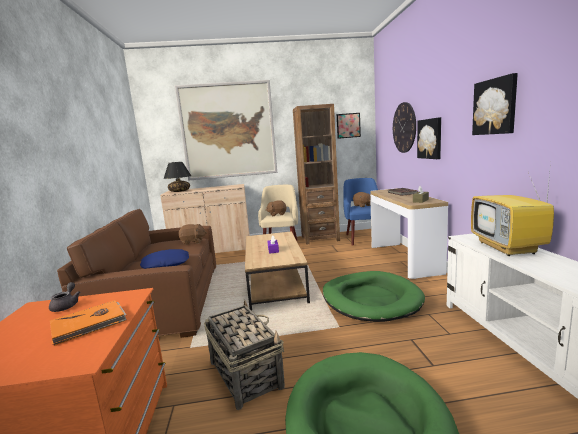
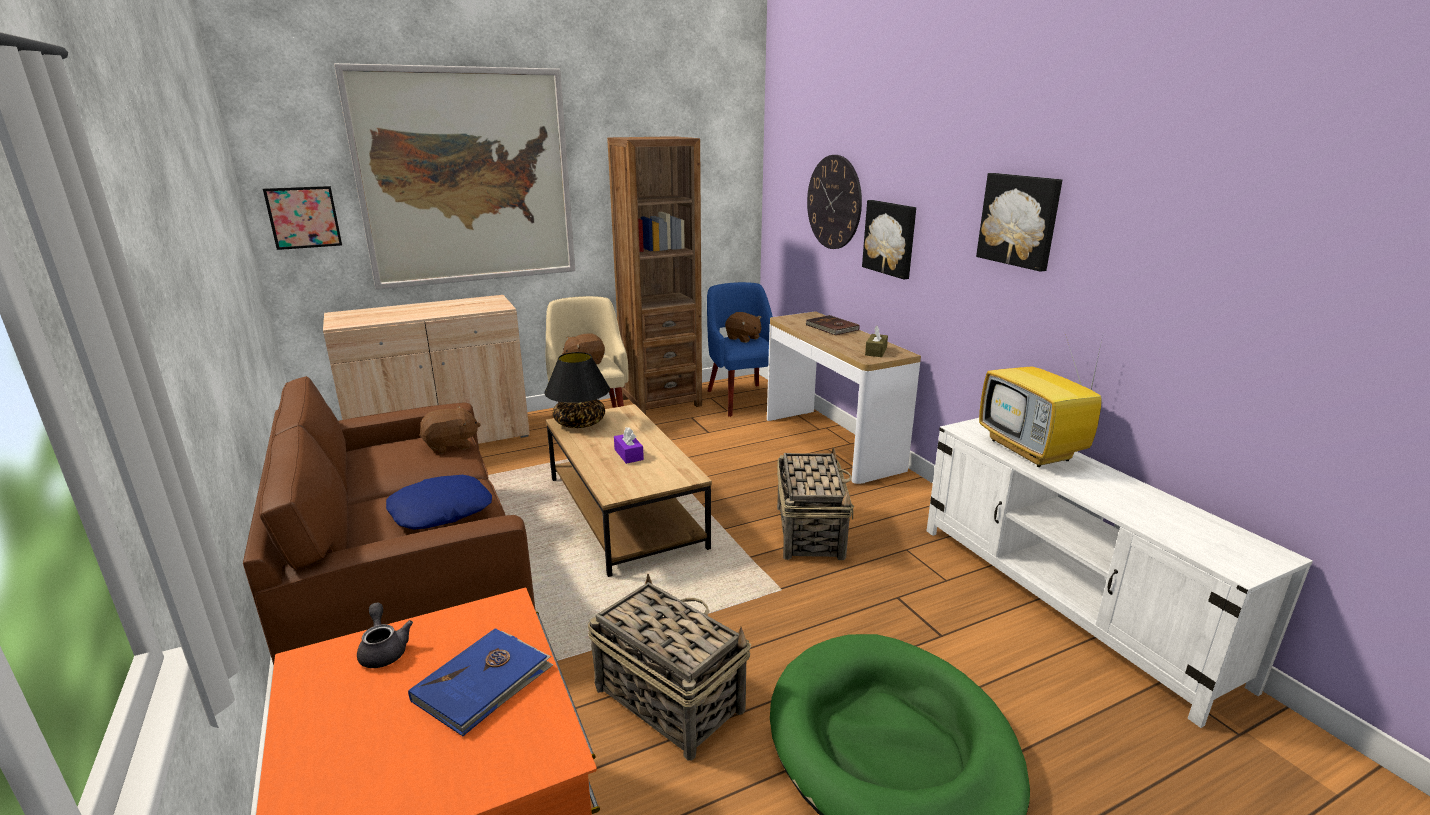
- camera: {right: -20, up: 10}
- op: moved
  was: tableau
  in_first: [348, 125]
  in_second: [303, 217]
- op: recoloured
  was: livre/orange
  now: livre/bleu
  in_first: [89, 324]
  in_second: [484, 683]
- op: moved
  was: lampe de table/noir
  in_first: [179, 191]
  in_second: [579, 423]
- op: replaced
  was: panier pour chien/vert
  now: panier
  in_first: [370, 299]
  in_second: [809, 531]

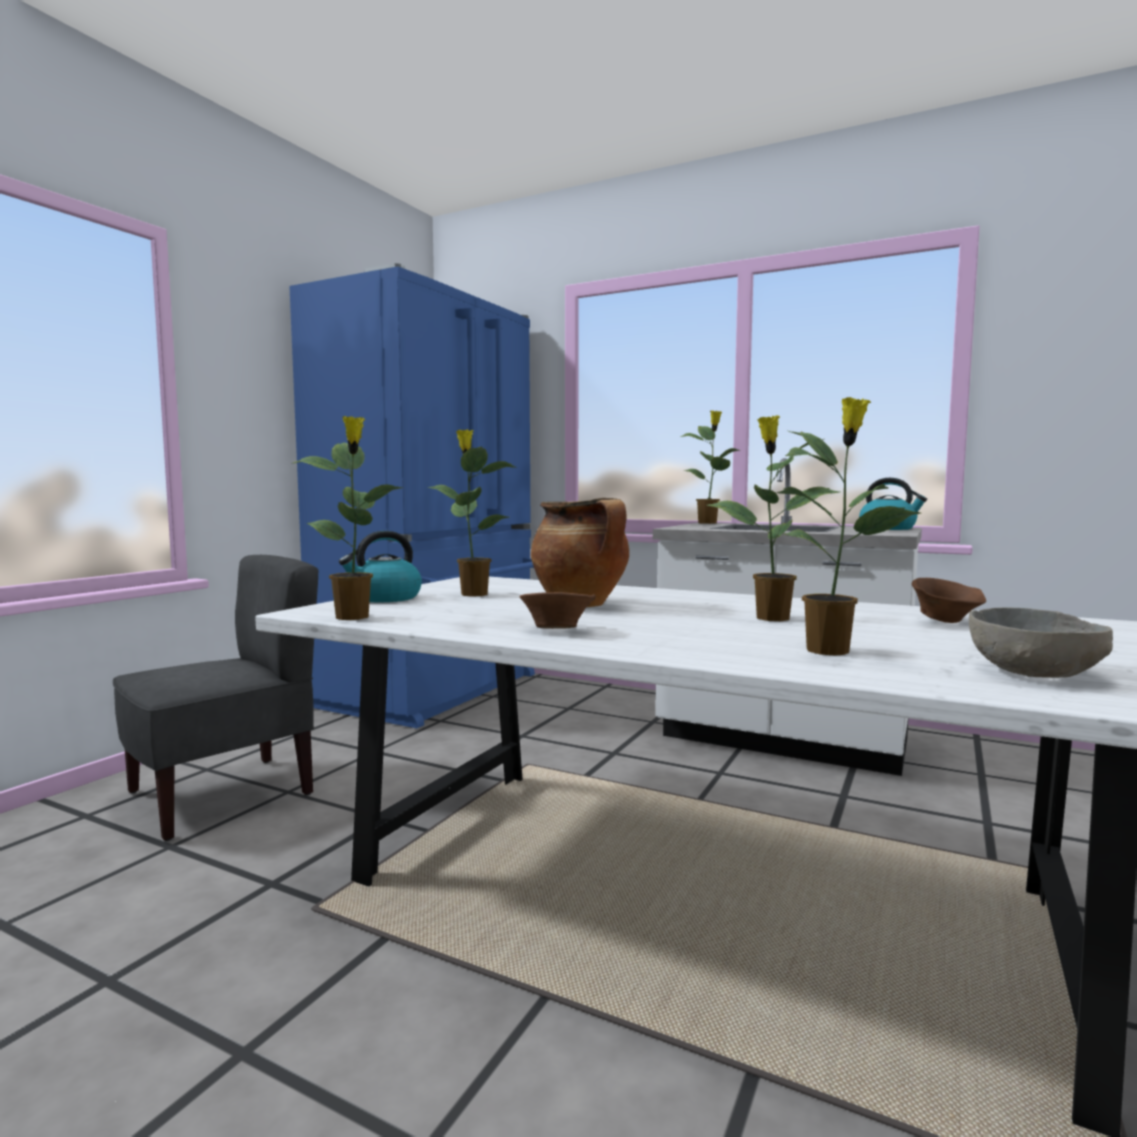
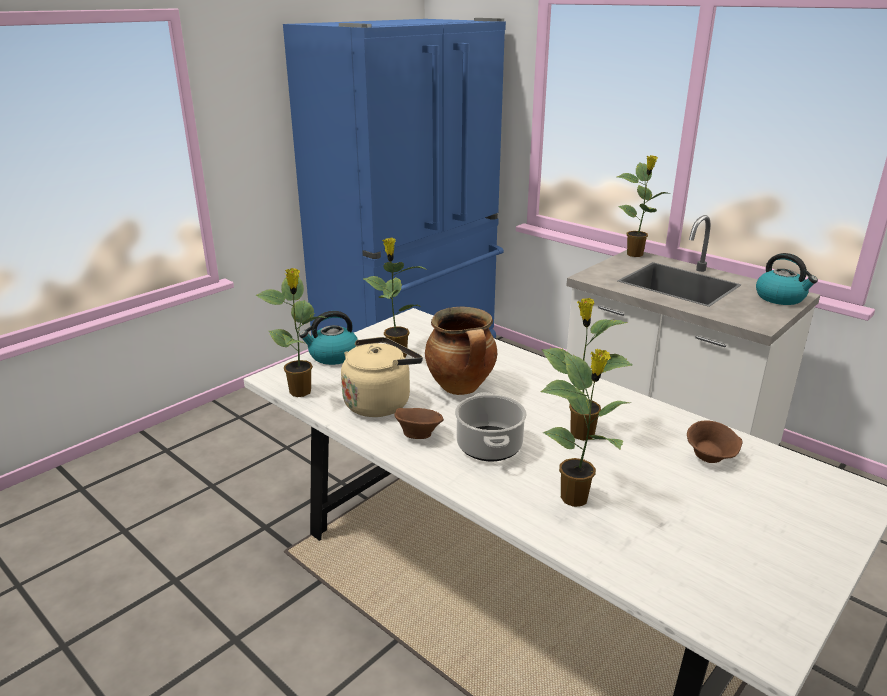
- camera: {right: 15, up: 20}
- op: added
  now: bouilloire/beige
  in_second: [380, 402]
- op: added
  now: marmite
  in_second: [490, 447]
- op: removed
  was: chaise/gris
  in_first: [222, 794]
- op: removed
  was: bol/gris
  in_first: [1035, 672]

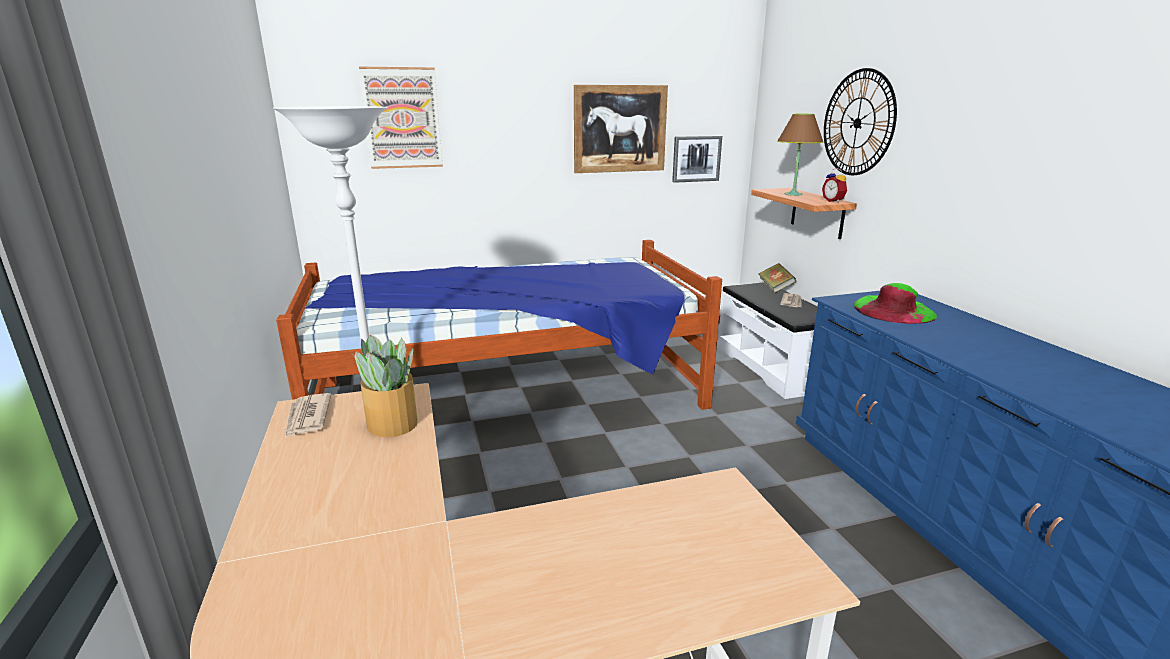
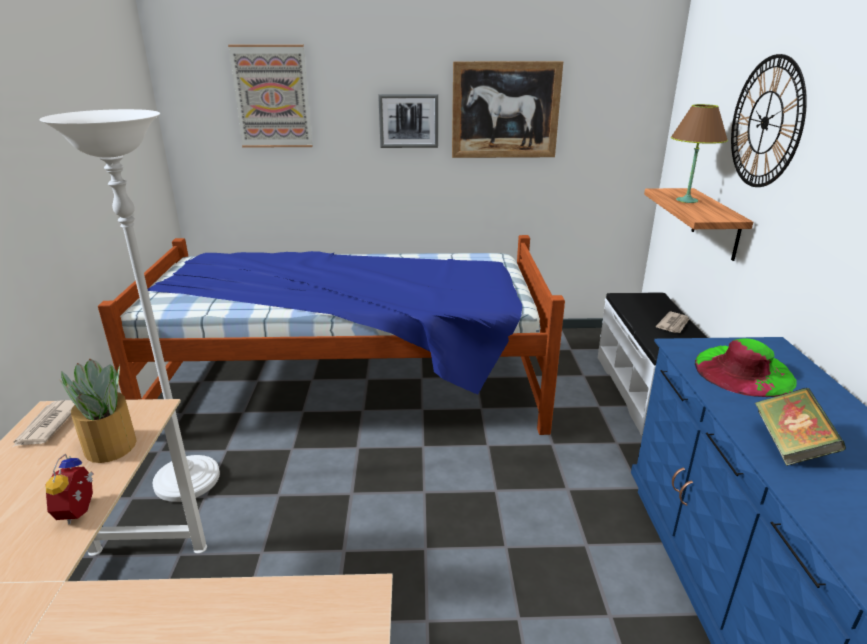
- camera: {right: 15, up: 5}
- op: moved
  was: réveil
  in_first: [834, 201]
  in_second: [81, 511]
- op: moved
  was: tableau
  in_first: [696, 158]
  in_second: [408, 121]
- op: moved
  was: livre
  in_first: [775, 288]
  in_second: [790, 445]

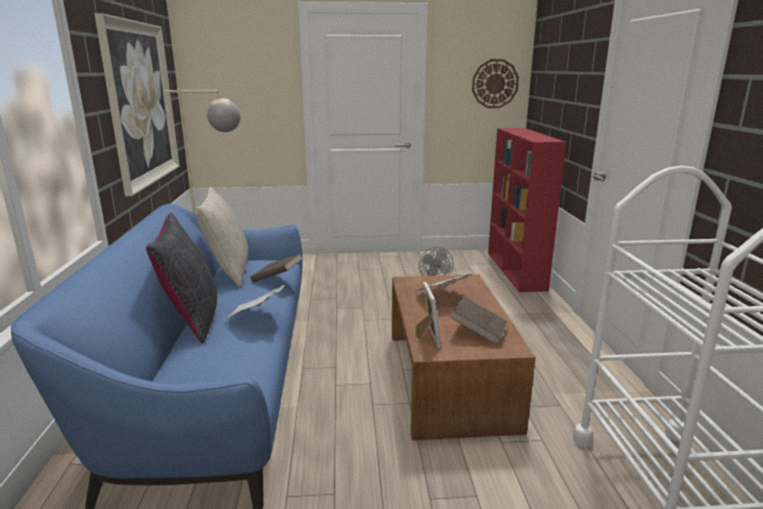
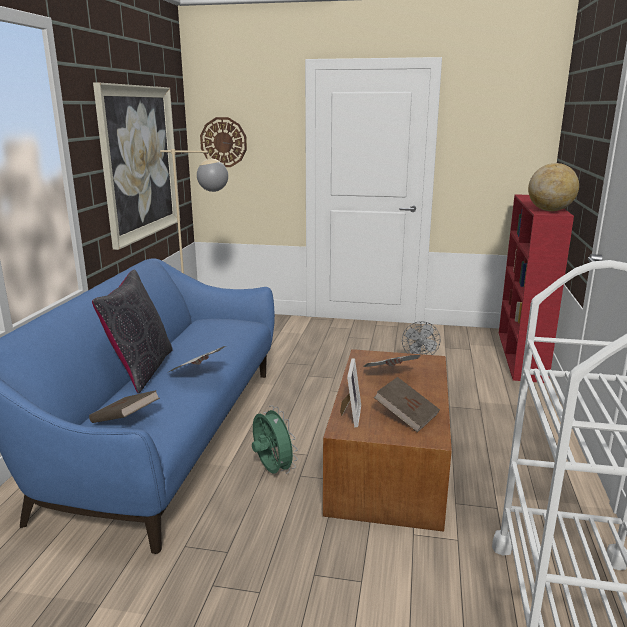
- camera: {right: 15, up: 0}
- op: moved
  was: livre/marron
  in_first: [277, 279]
  in_second: [125, 420]
- op: moved
  was: horloge murale
  in_first: [495, 84]
  in_second: [223, 142]
- op: added
  now: ventilateur/vert
  in_second: [272, 470]
- op: added
  now: globe
  in_second: [550, 211]
- op: removed
  was: coussin/beige
  in_first: [228, 272]

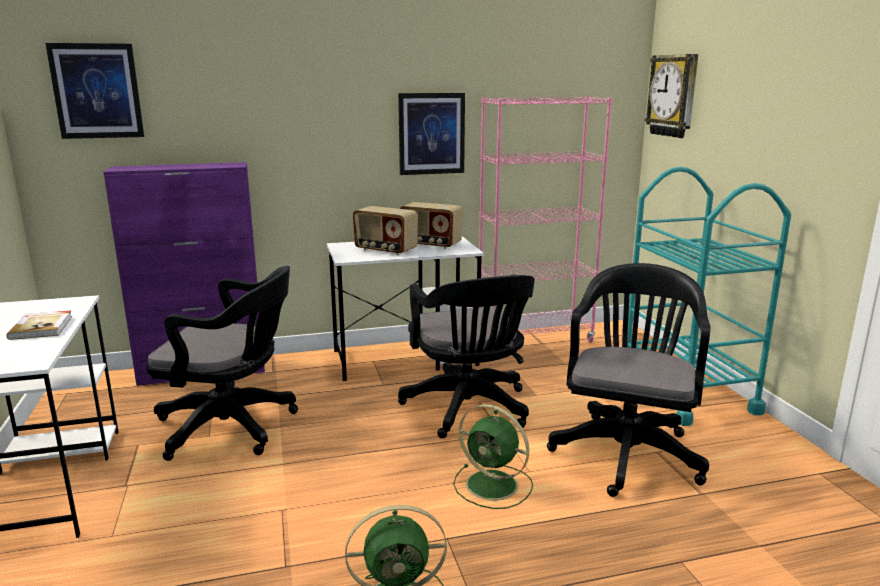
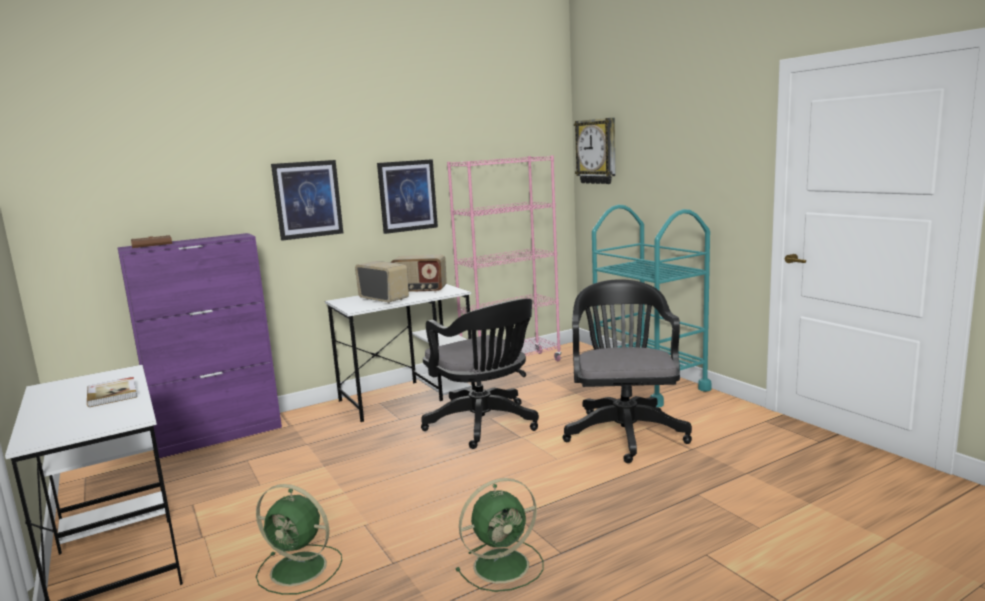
- camera: {right: -15, up: -5}
- op: added
  now: livre/marron
  in_second: [153, 245]
- op: moved
  was: ventilateur/vert
  in_first: [494, 486]
  in_second: [301, 569]
- op: moved
  was: tableau
  in_first: [97, 91]
  in_second: [308, 199]
- op: turned
  was: radio
  in_first: [385, 250]
  in_second: [384, 299]
  clockwise: -150
- op: removed
  was: chaise de bureau/noir
  in_first: [233, 427]

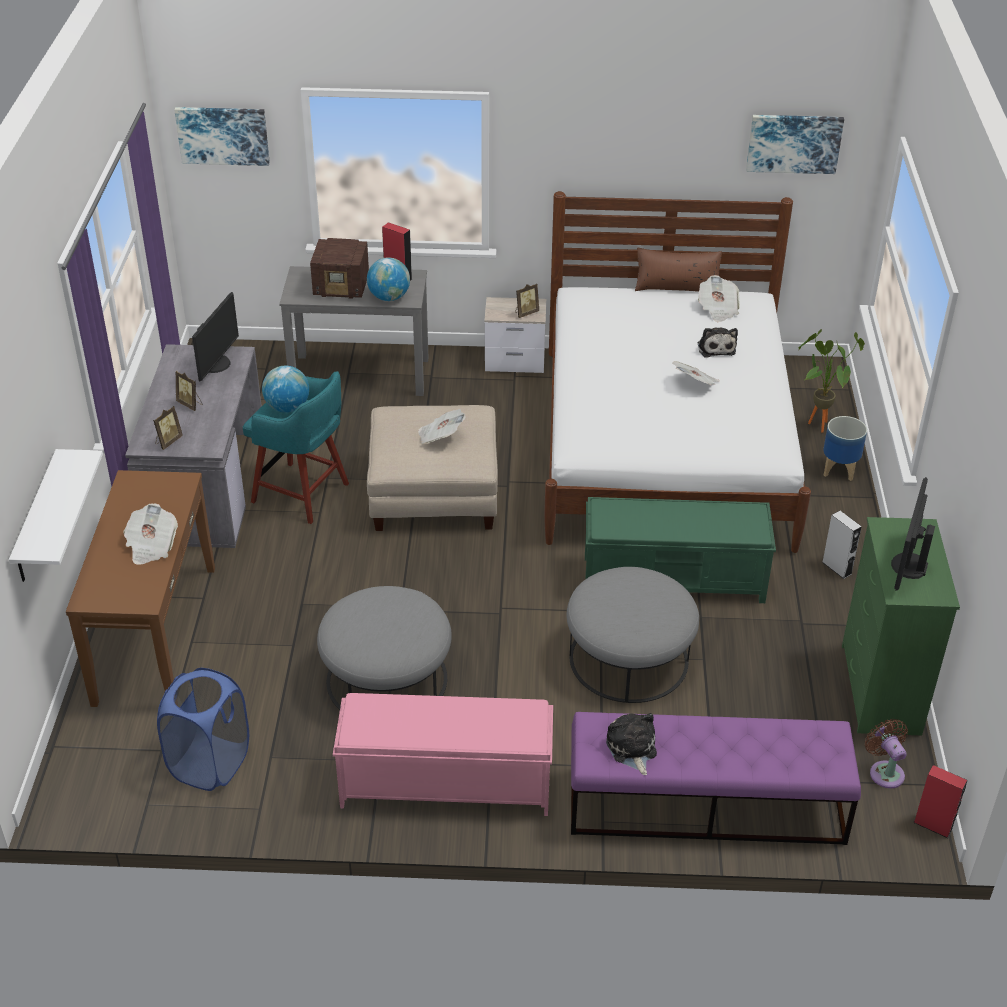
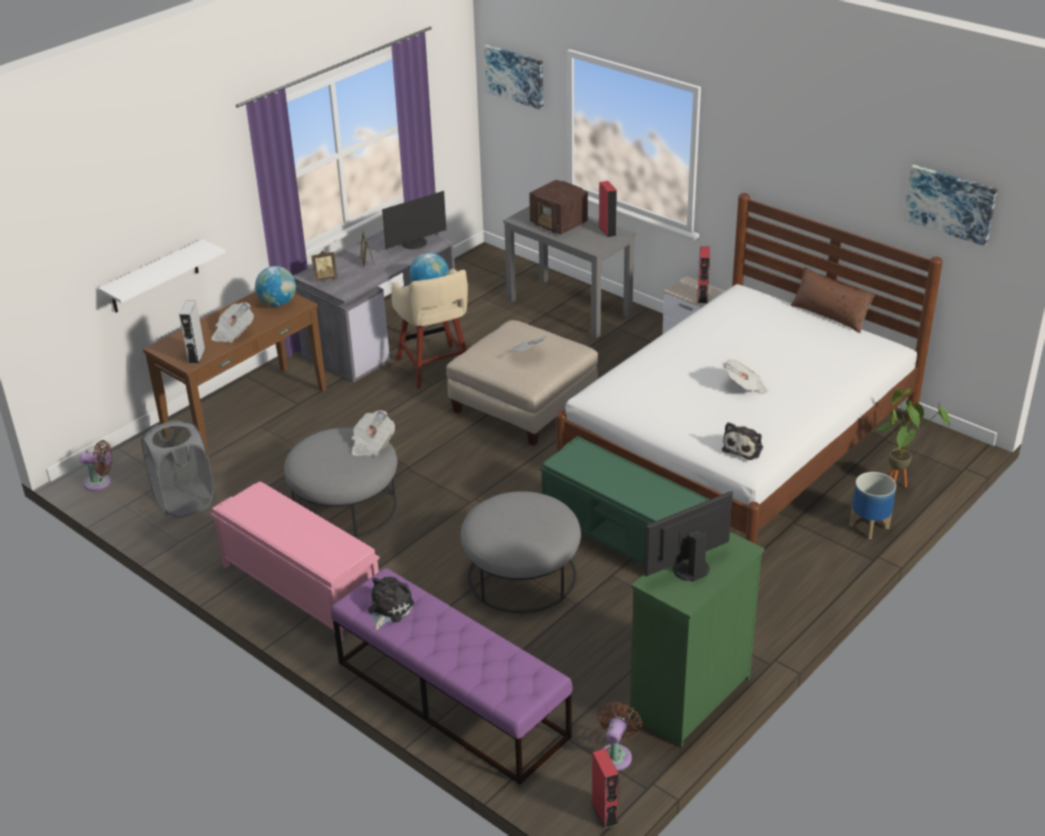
- camera: {right: 40, up: -5}
- op: added
  now: ventilateur/marron
  in_second: [100, 483]
- op: recoloured
  was: panier à linge/bleu
  now: panier à linge/gris
  in_first: [210, 764]
  in_second: [185, 501]
- op: moved
  was: enceinte/gris
  in_first: [837, 568]
  in_second: [196, 356]
- op: moved
  was: globe
  in_first: [389, 297]
  in_second: [278, 303]
- op: moved
  was: journal
  in_first: [718, 309]
  in_second: [372, 445]
- op: recoloured
  was: tabouret/turquoise
  now: tabouret/beige
  in_first: [303, 494]
  in_second: [435, 368]
- op: replaced
  was: cadre photo
  now: enceinte/rouge
  in_first: [526, 313]
  in_second: [702, 297]
- op: moved
  was: peluche
  in_first: [715, 347]
  in_second: [744, 448]

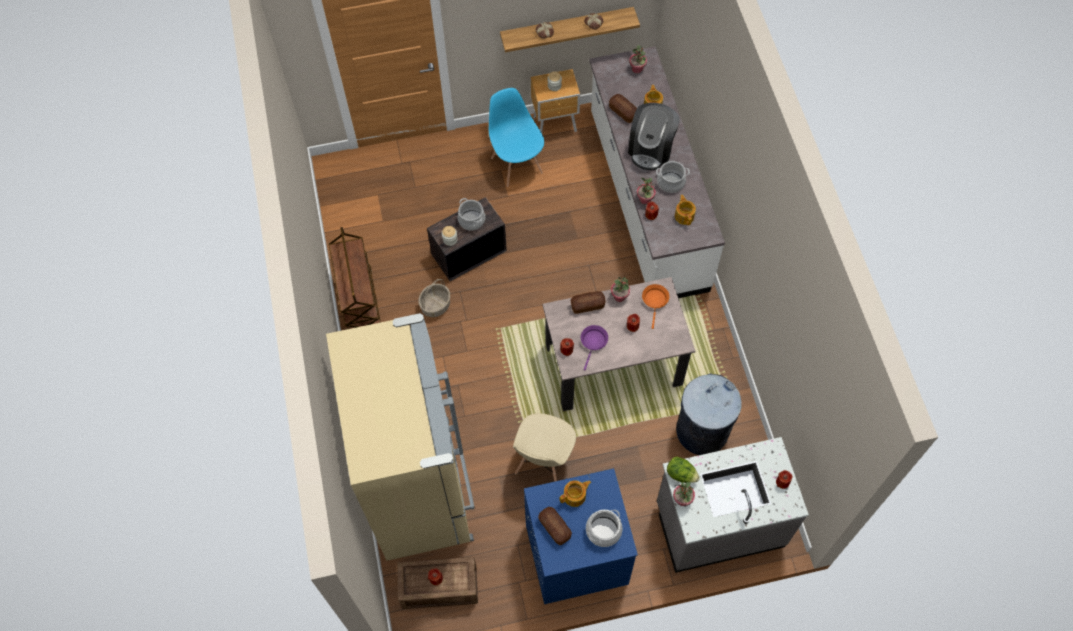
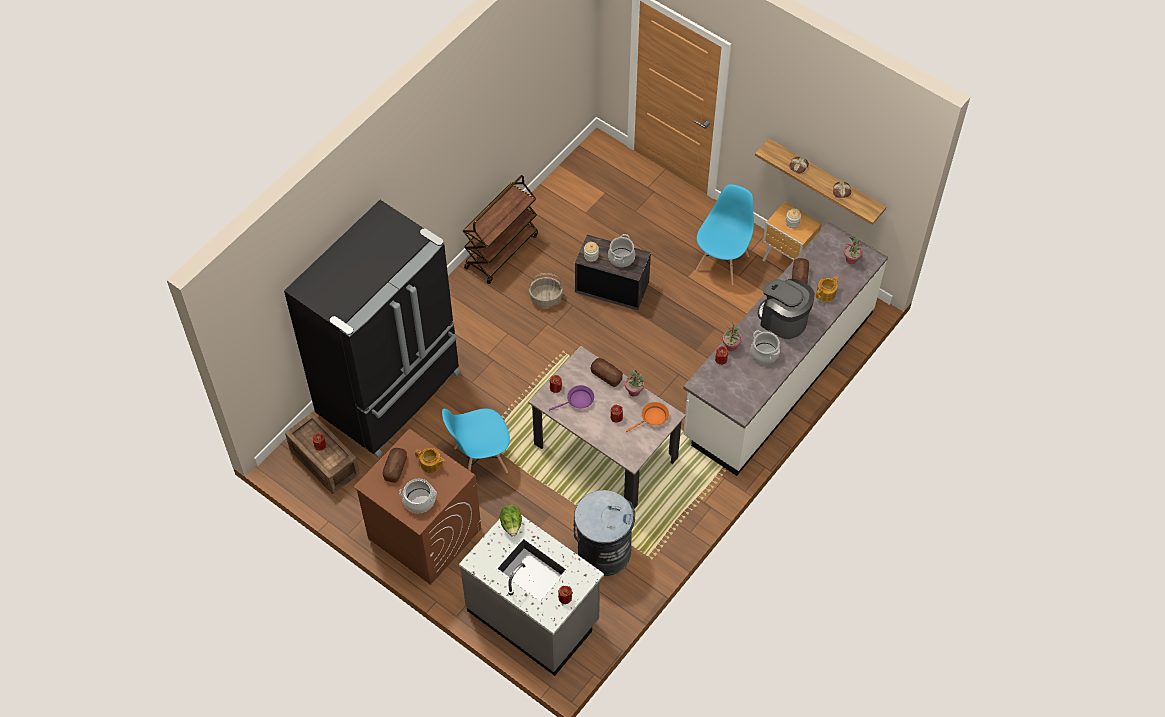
- camera: {right: 50, up: -5}
- op: recoloured
  was: réfrigérateur/beige
  now: réfrigérateur/noir
  in_first: [420, 486]
  in_second: [391, 394]
- op: recoloured
  was: lave-linge/bleu
  now: lave-linge/marron
  in_first: [576, 555]
  in_second: [424, 533]
- op: recoloured
  was: chaise/beige
  now: chaise/bleu
  in_first: [543, 462]
  in_second: [480, 460]
- op: turned
  was: machine à café
  in_first: [651, 149]
  in_second: [783, 319]
  clockwise: 60
- op: removed
  was: plante en pot
  in_first: [682, 500]
- op: removed
  was: théière
  in_first: [684, 216]

